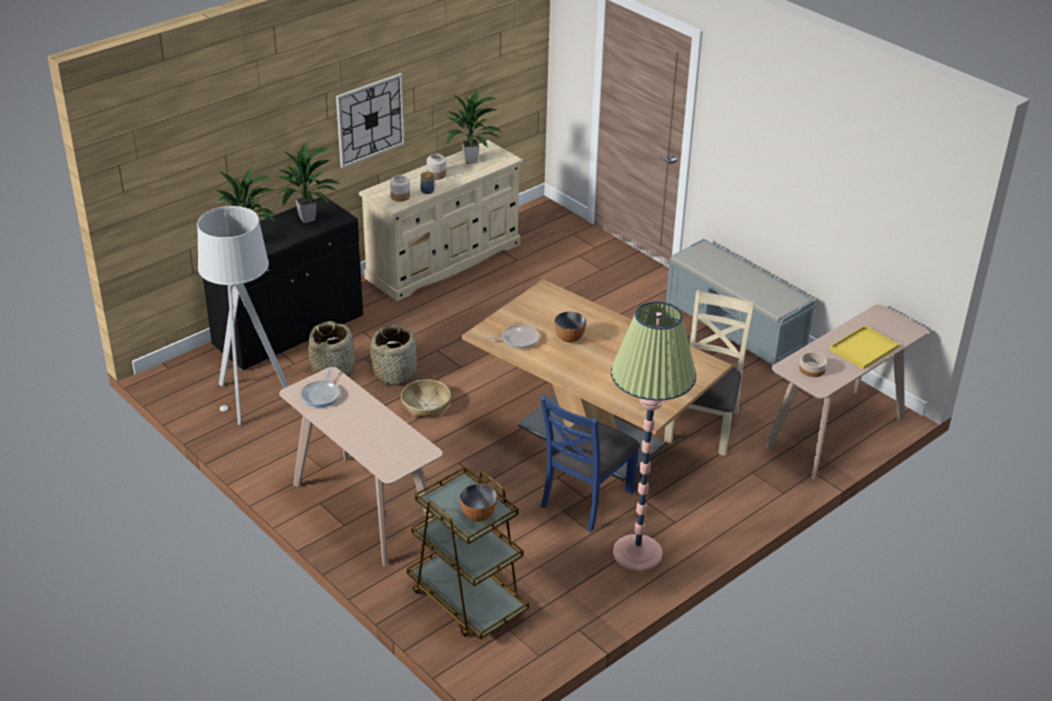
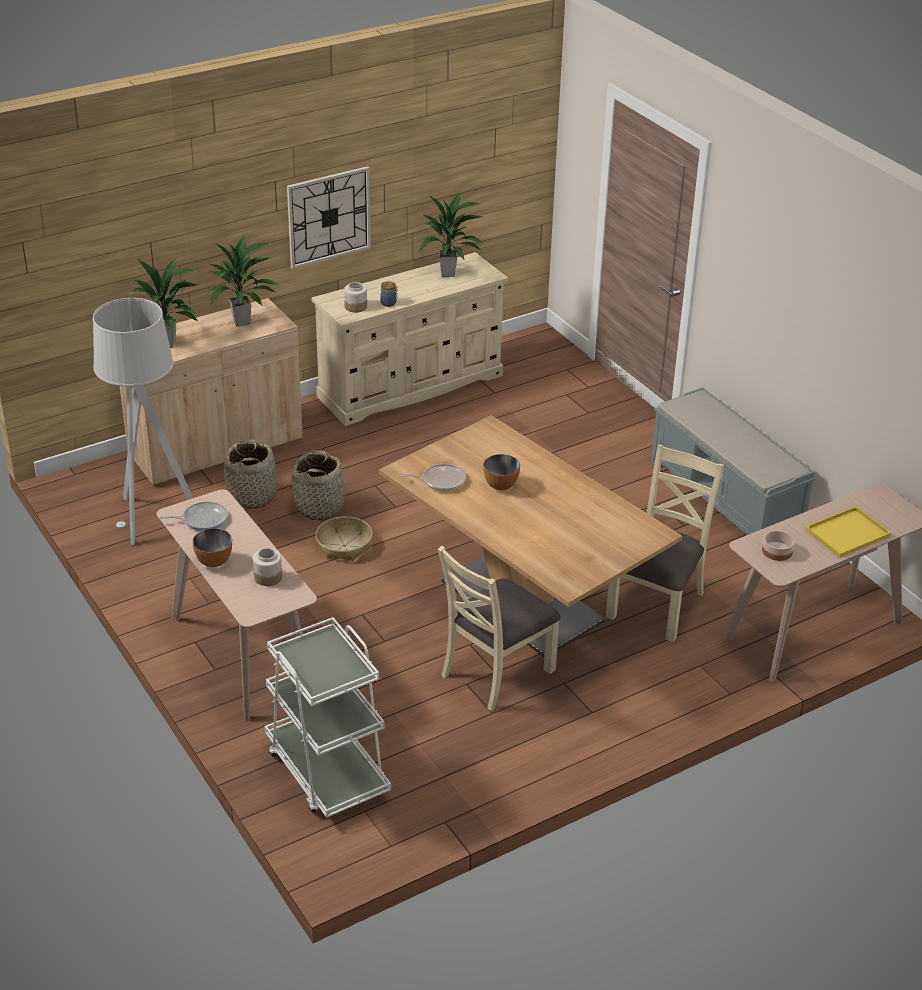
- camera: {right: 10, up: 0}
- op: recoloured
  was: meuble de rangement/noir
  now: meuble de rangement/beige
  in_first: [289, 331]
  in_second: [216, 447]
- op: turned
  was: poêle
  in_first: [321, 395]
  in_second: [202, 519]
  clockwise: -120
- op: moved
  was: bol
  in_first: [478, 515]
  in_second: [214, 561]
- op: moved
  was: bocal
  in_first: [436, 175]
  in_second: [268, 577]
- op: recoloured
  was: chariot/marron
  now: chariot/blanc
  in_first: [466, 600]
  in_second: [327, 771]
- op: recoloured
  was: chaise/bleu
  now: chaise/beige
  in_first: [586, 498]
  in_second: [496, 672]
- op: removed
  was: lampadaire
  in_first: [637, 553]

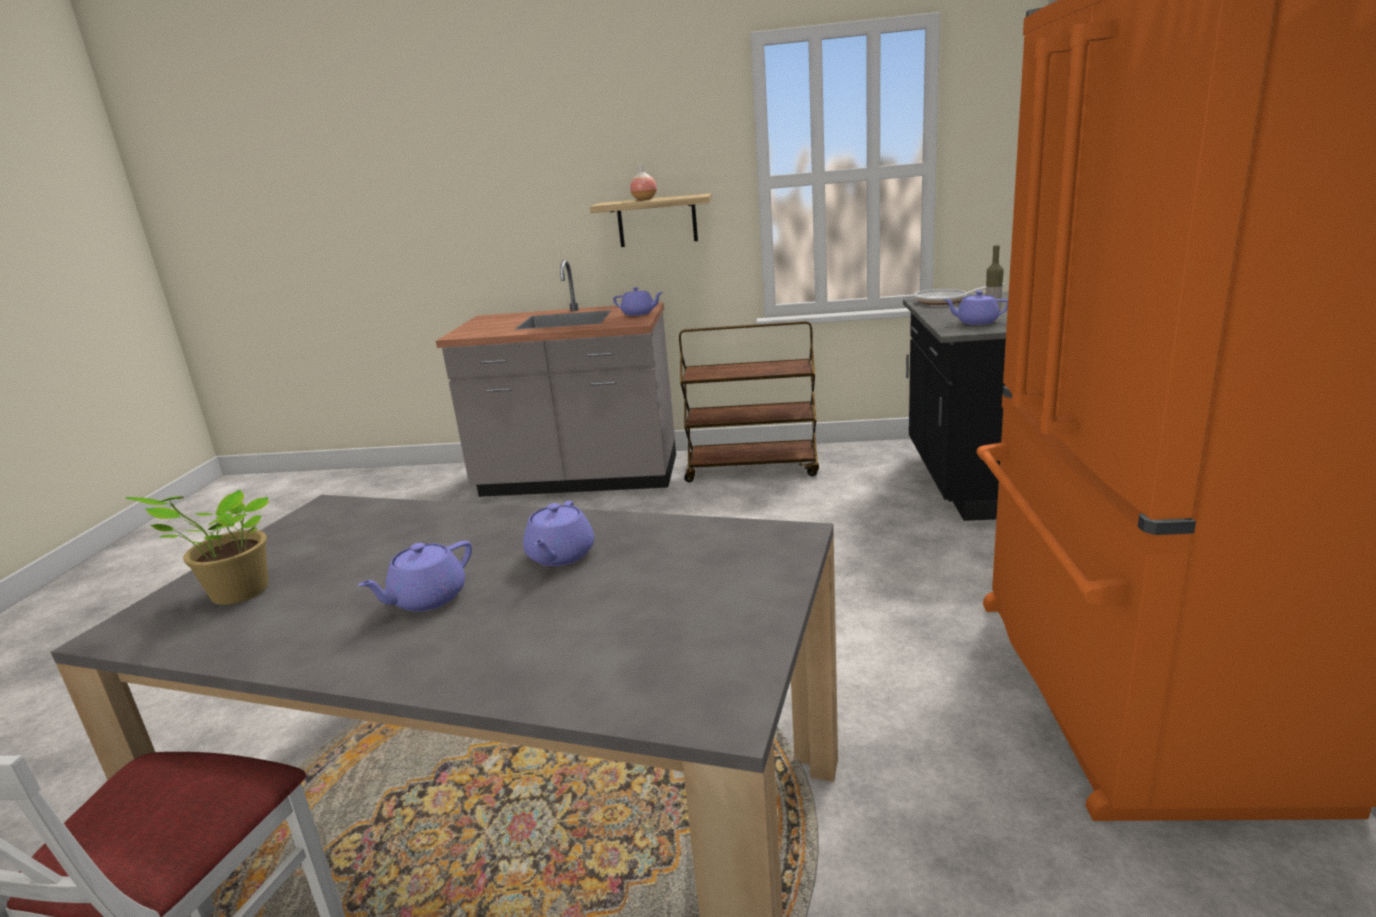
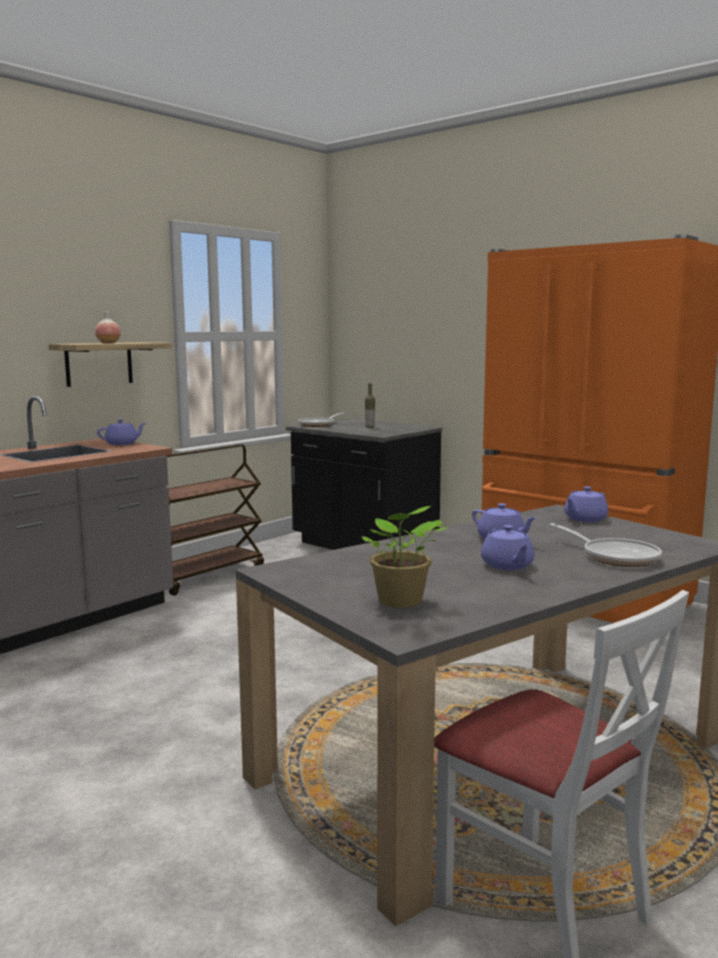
- camera: {right: -55, up: -10}
- op: added
  now: poêle
  in_second: [615, 557]
- op: moved
  was: théière/violet
  in_first: [976, 322]
  in_second: [584, 519]

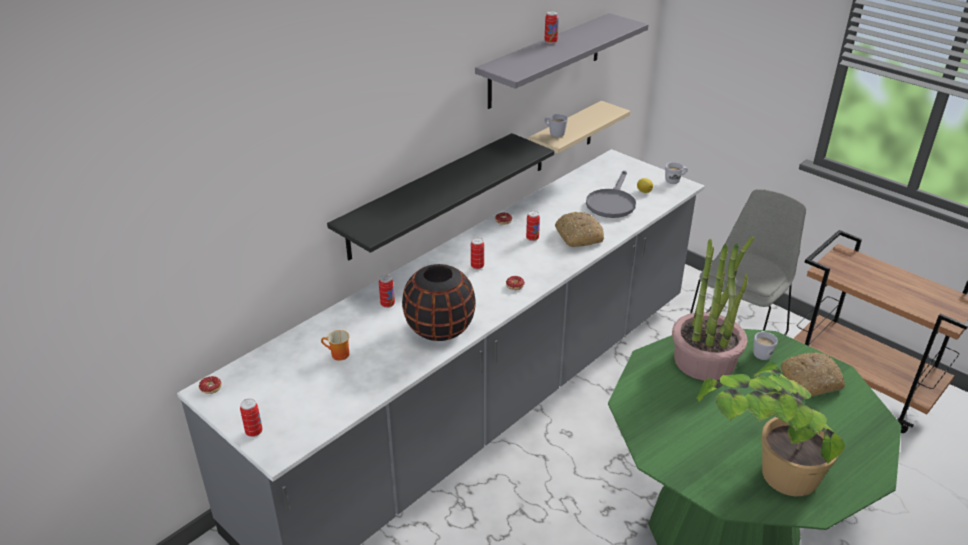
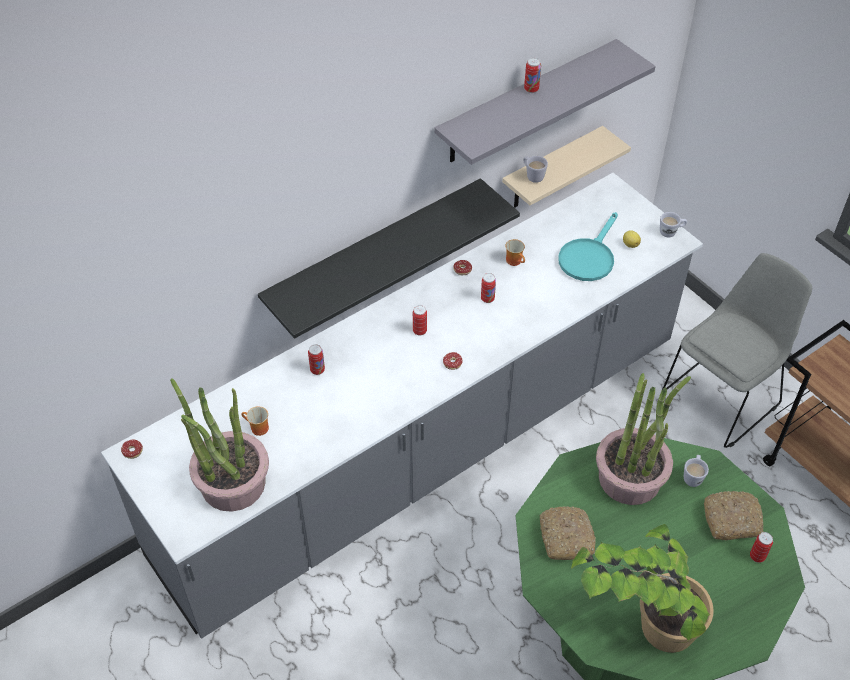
- camera: {right: 10, up: 15}
- op: added
  now: plante en pot
  in_second: [232, 483]
- op: added
  now: mug
  in_second: [515, 261]
- op: moved
  was: pain
  in_first: [578, 236]
  in_second: [565, 537]
- op: recoloured
  was: poêle/gris
  now: poêle/turquoise
  in_first: [611, 202]
  in_second: [588, 257]
- op: moved
  was: boîte métallique
  in_first: [254, 432]
  in_second: [757, 556]
- op: removed
  was: vase/noir
  in_first: [439, 329]

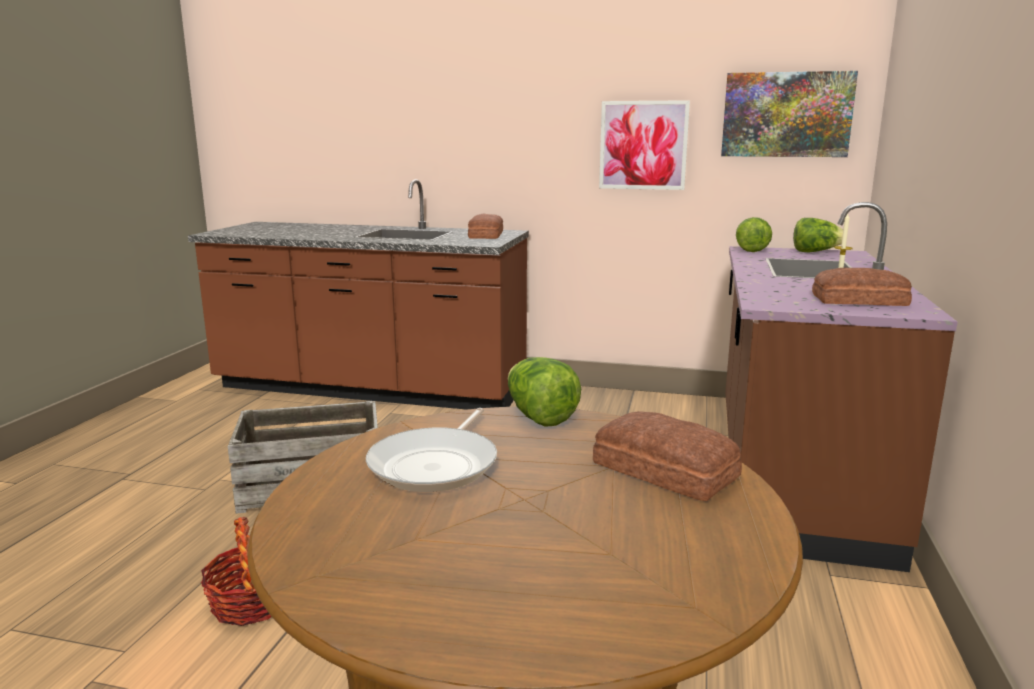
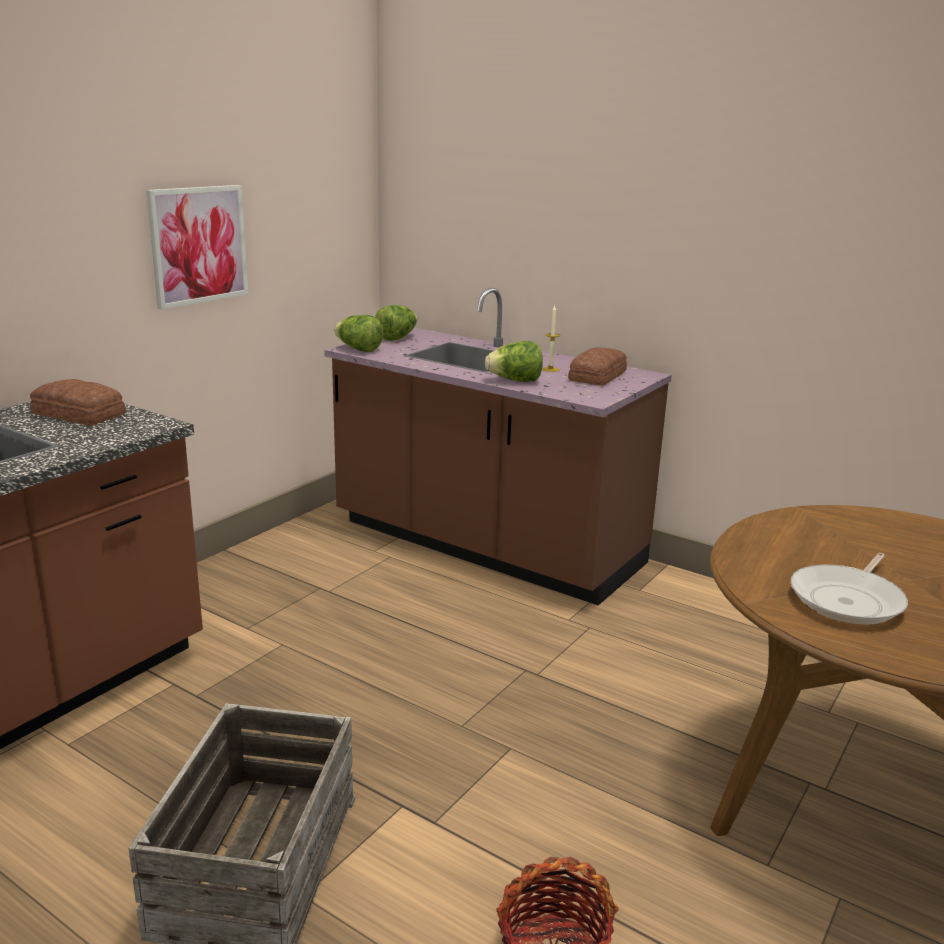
- camera: {right: -70, up: 5}
- op: moved
  was: laitue
  in_first: [539, 416]
  in_second: [515, 381]
- op: turned
  was: poêle
  in_first: [437, 465]
  in_second: [849, 600]
  clockwise: 90
- op: removed
  was: pain
  in_first: [664, 472]
- op: removed
  was: tableau
  in_first: [786, 115]

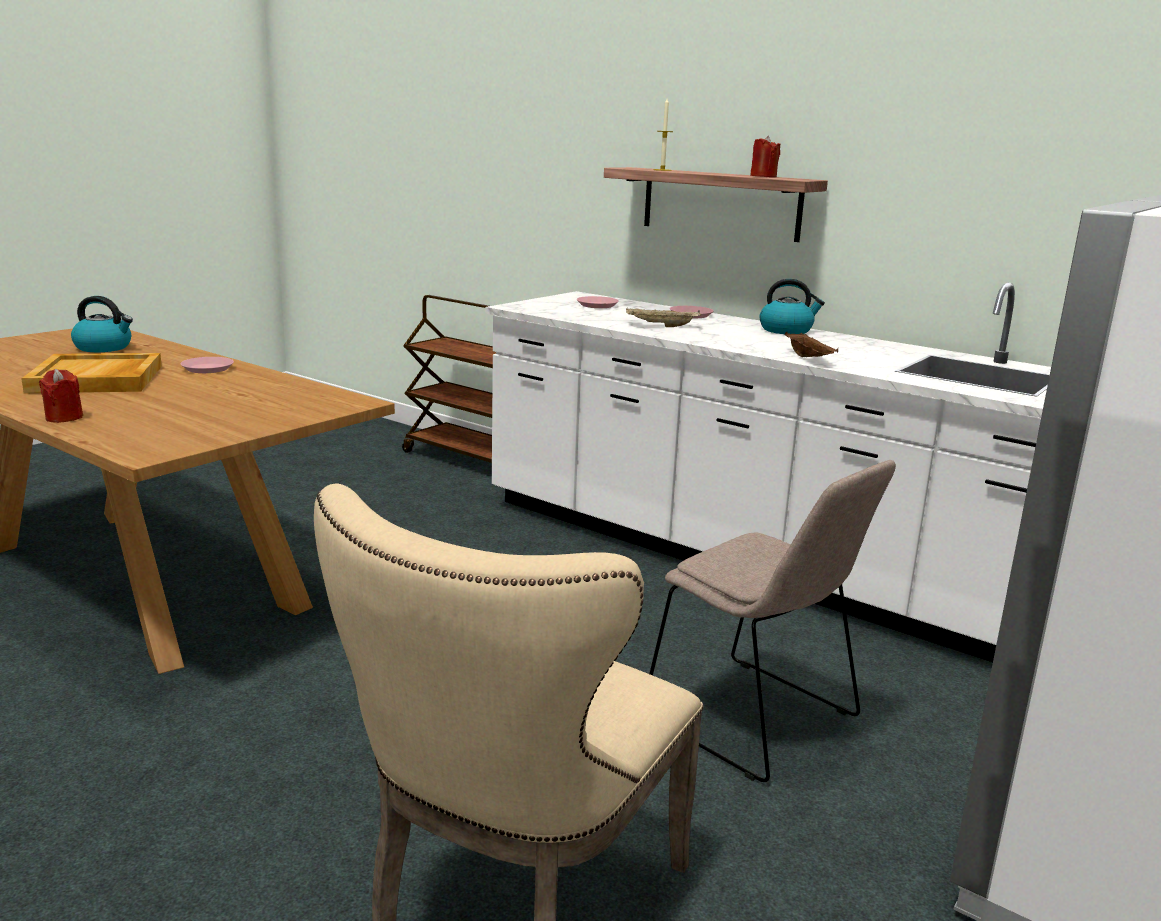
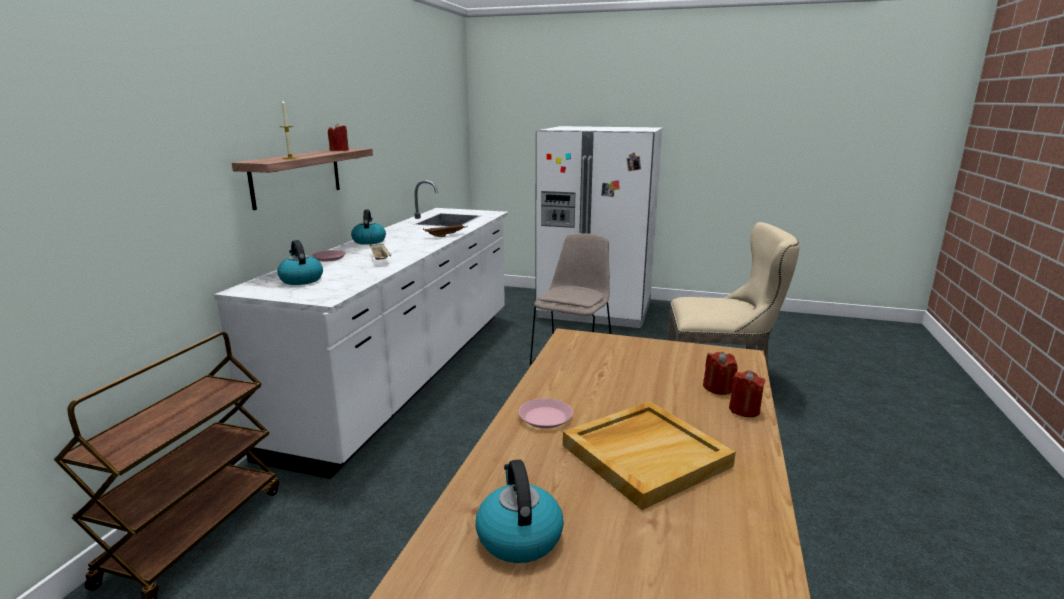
- camera: {right: -110, up: 0}
- op: replaced
  was: assiette/rose
  now: bouilloire
  in_first: [597, 305]
  in_second: [301, 280]
- op: added
  now: bougie/rouge
  in_second: [718, 388]

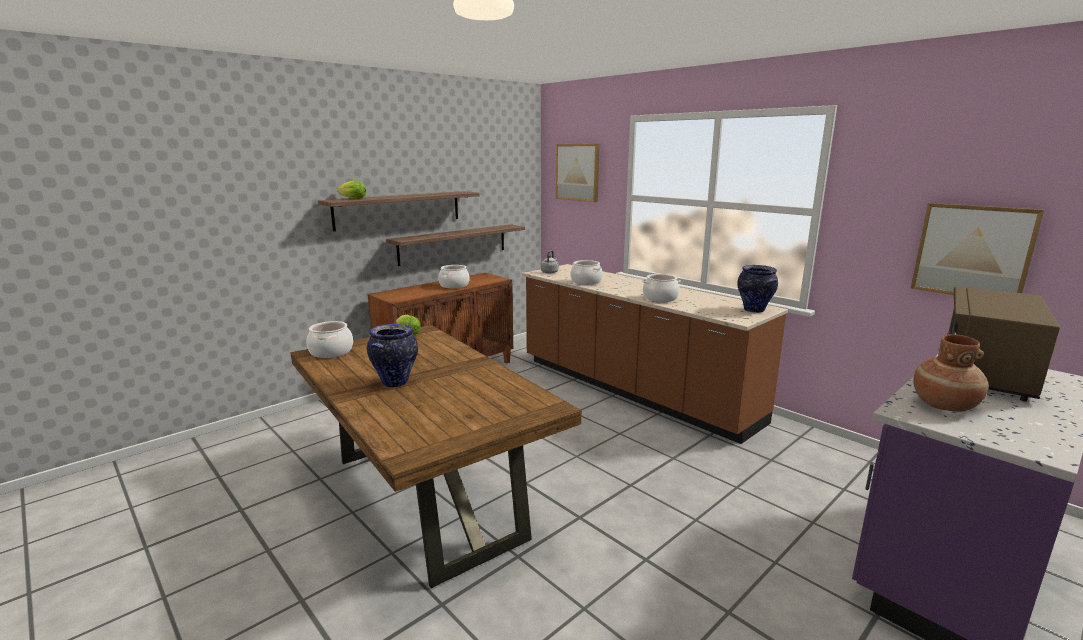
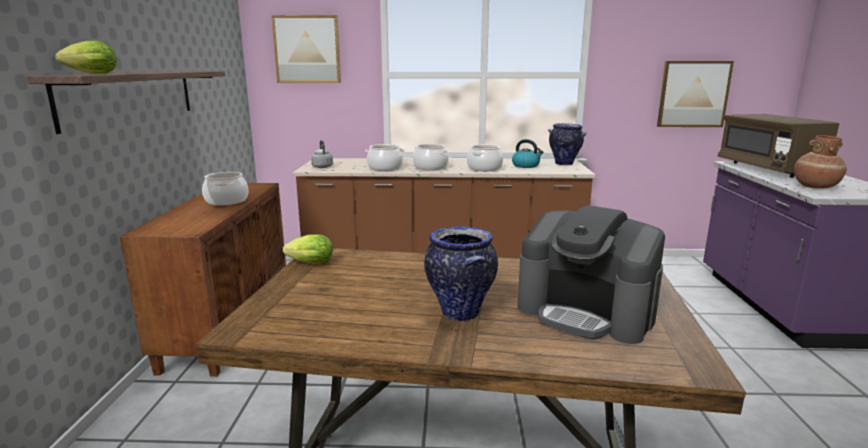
- camera: {right: -45, up: 0}
- op: moved
  was: marmite
  in_first: [331, 352]
  in_second: [430, 167]
- op: added
  now: bouilloire
  in_second: [526, 166]
- op: added
  now: machine à café
  in_second: [586, 312]
- op: removed
  was: étagère
  in_first: [453, 244]

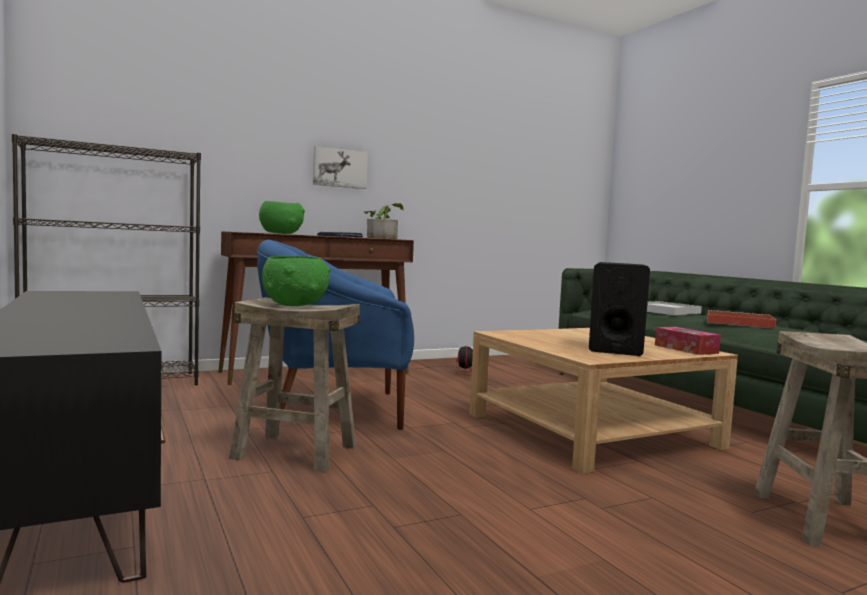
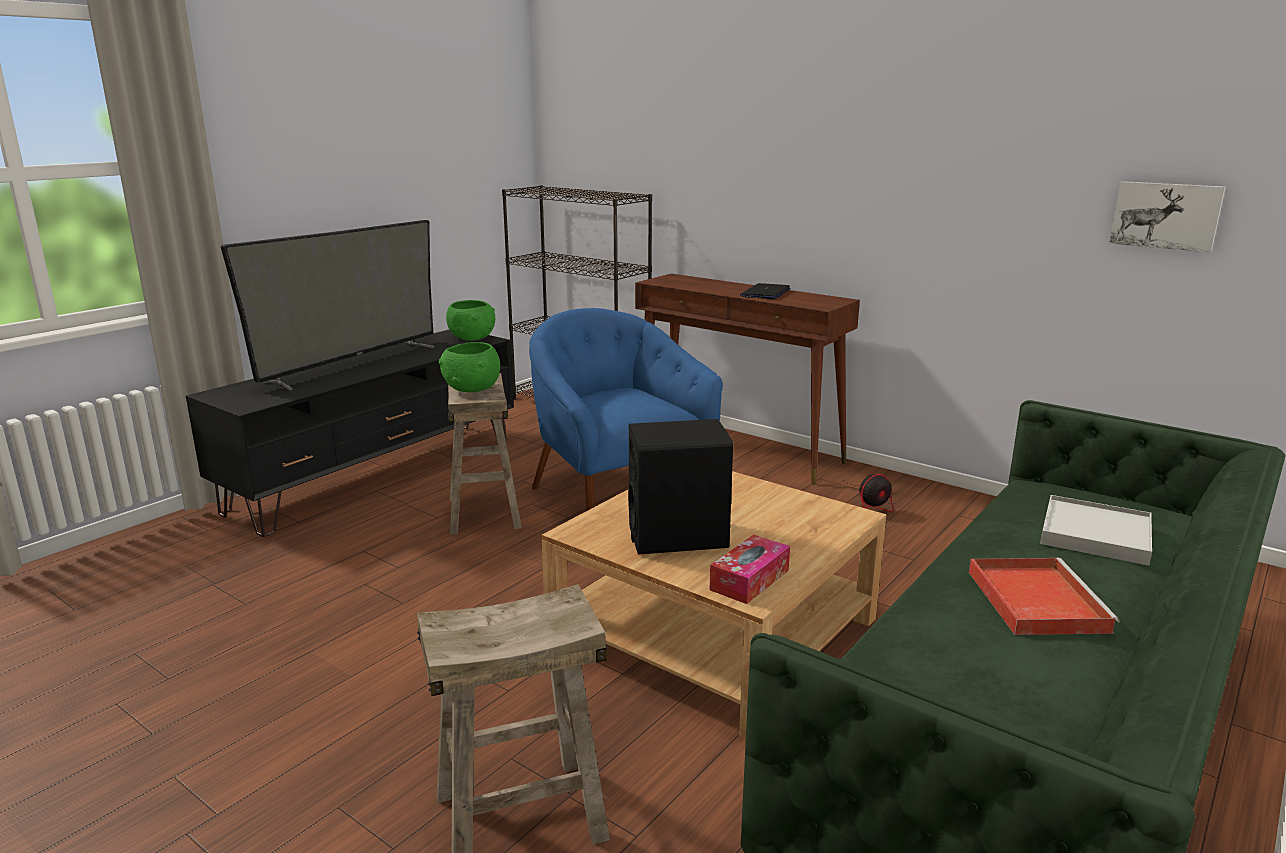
- camera: {right: 65, up: 15}
- op: added
  now: téléviseur
  in_second: [352, 364]
- op: moved
  was: bol/vert
  in_first: [281, 233]
  in_second: [473, 338]
- op: moved
  was: tableau
  in_first: [339, 168]
  in_second: [1166, 215]
- op: removed
  was: plante en pot
  in_first: [382, 238]

